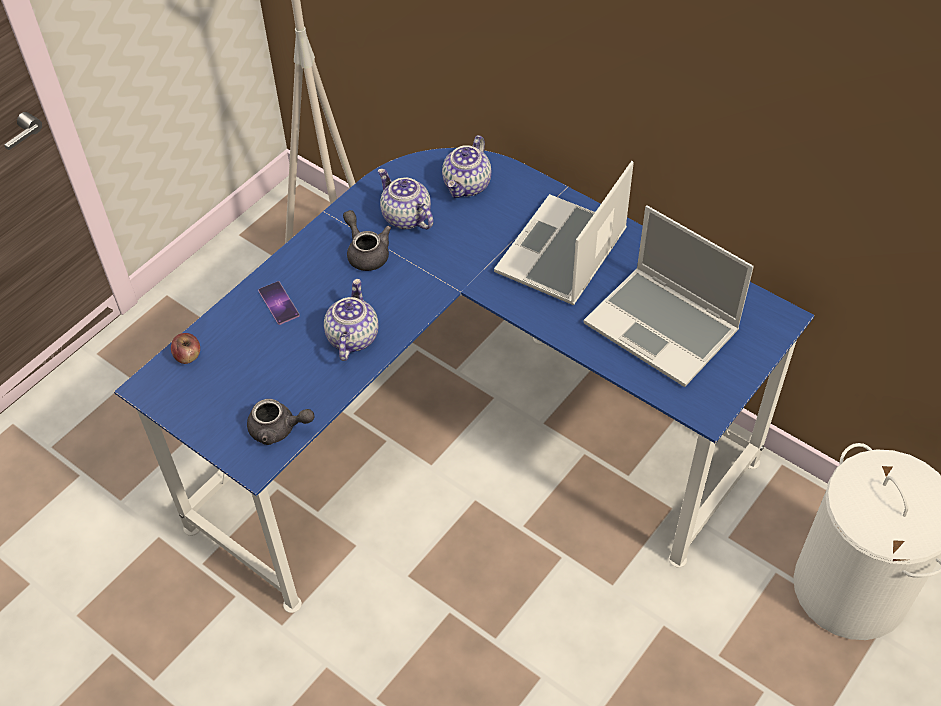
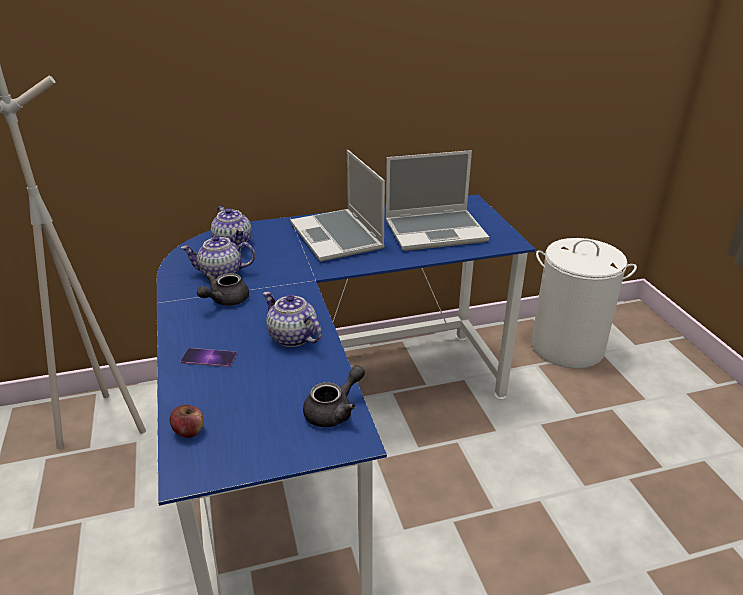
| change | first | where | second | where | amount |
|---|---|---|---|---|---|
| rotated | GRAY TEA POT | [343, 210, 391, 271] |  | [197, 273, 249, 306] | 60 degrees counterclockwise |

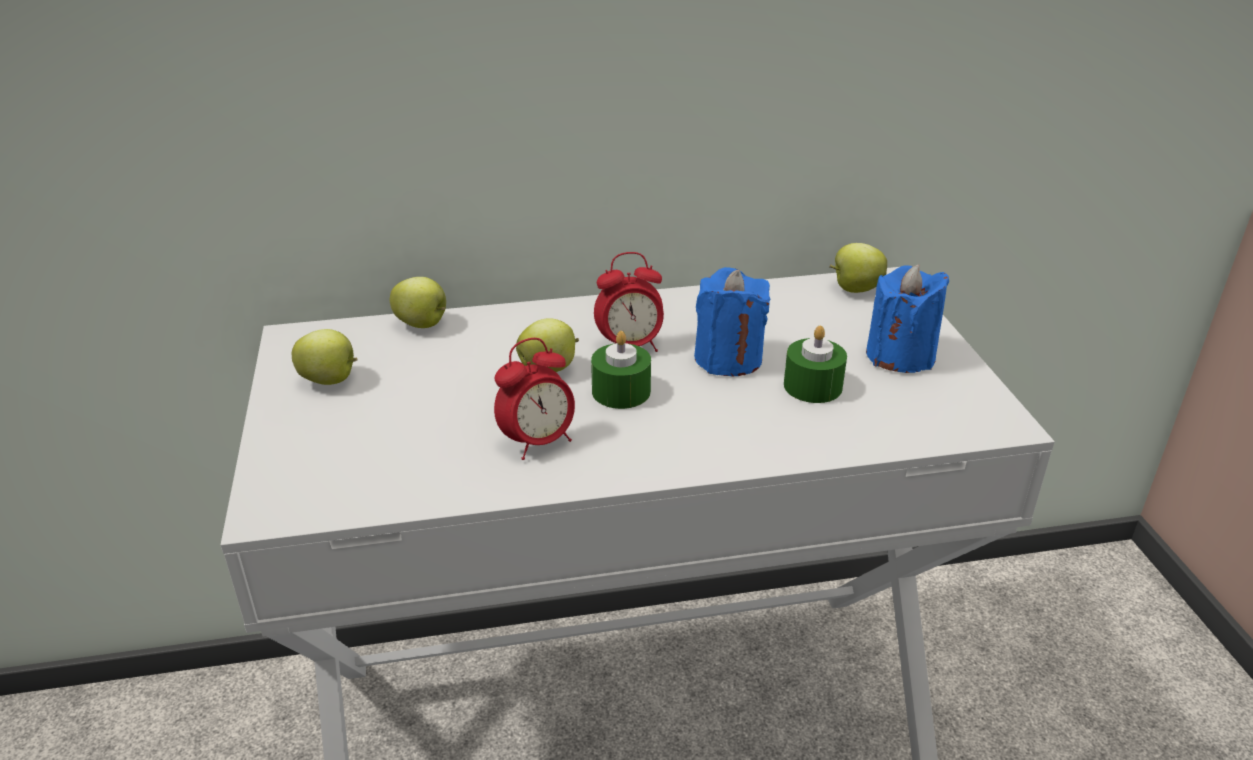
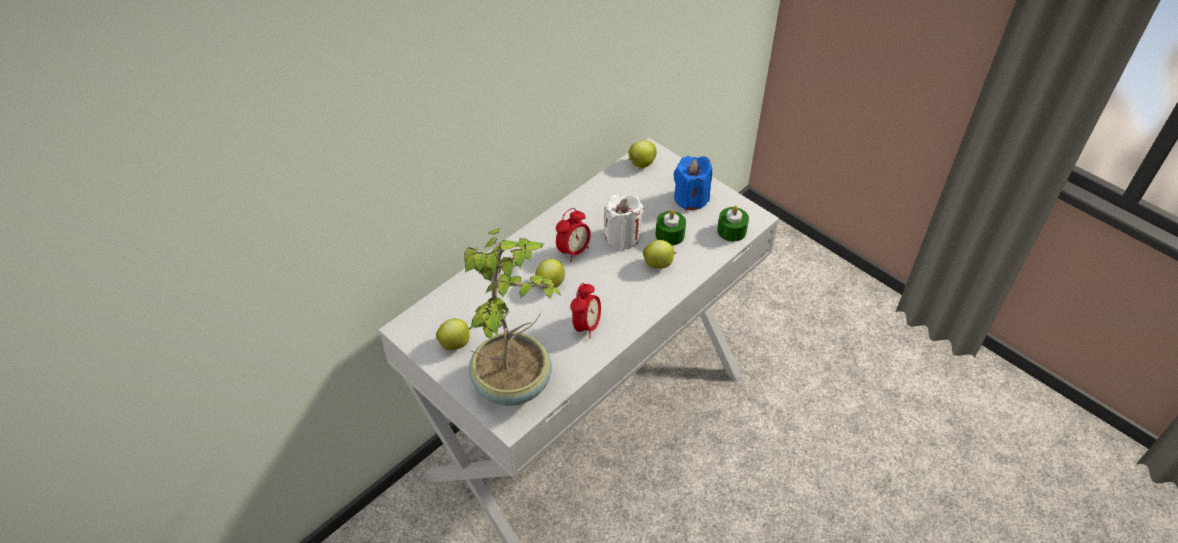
| change | first | where | second | where | amount |
|---|---|---|---|---|---|
| repainted | BLUE WAX LIGHT | [694, 267, 771, 377] | WHITE WAX LIGHT | [603, 194, 644, 250] |  |
| shifted | APPLE | [389, 277, 446, 328] |  | [643, 240, 676, 269] |  |
| shifted | GREENISH WAX LIGHT | [591, 331, 651, 409] |  | [717, 206, 749, 242] |  |
| new |  |  | HOUSEPLANT | [464, 228, 562, 406] |  |

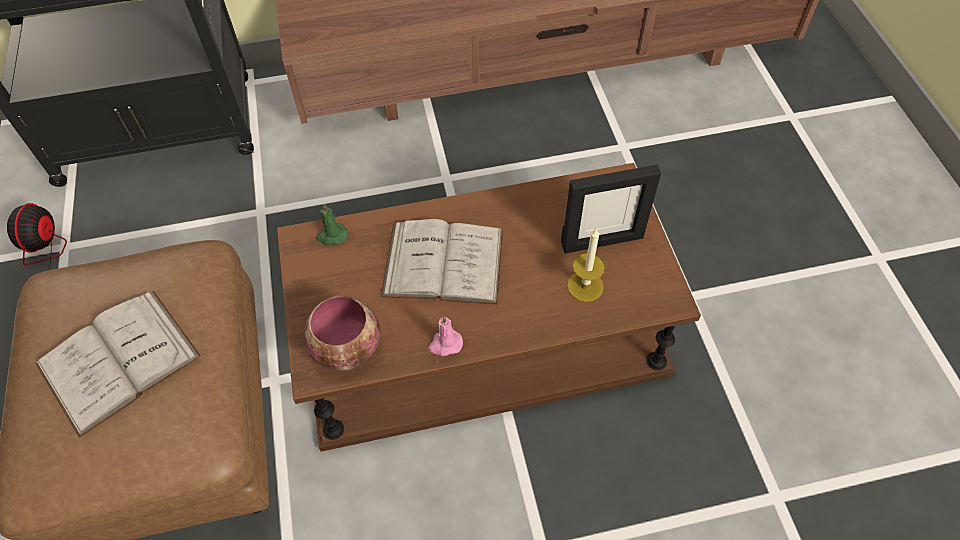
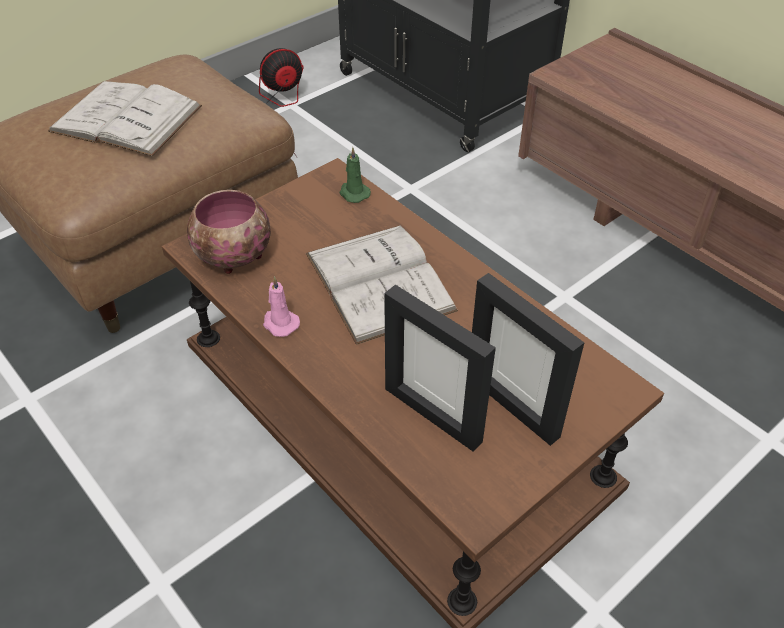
| change | first | where | second | where | amount |
|---|---|---|---|---|---|
| swapped | WAX LIGHT | [567, 229, 605, 302] | PHOTO FRAME | [384, 285, 496, 452] |  |

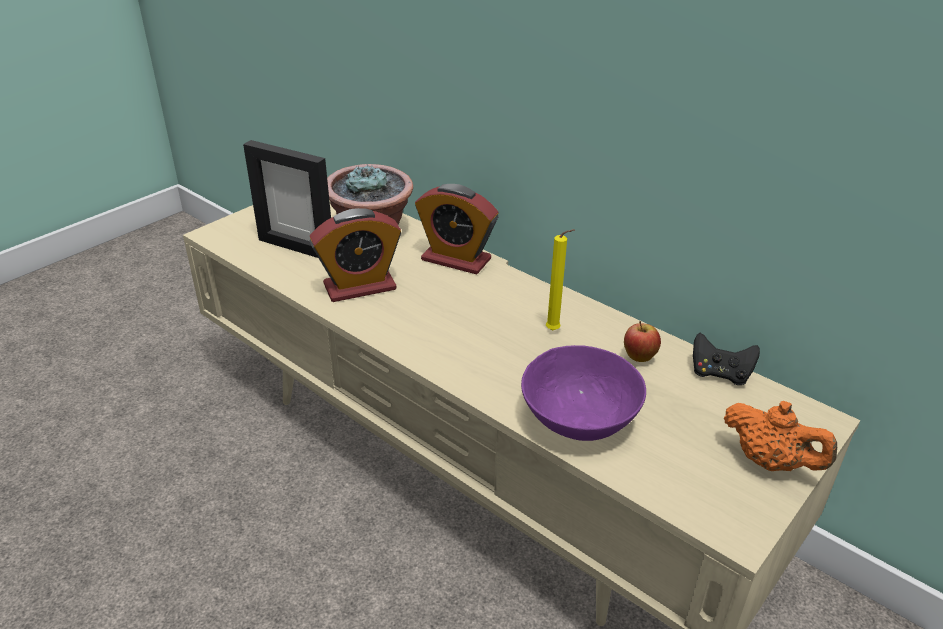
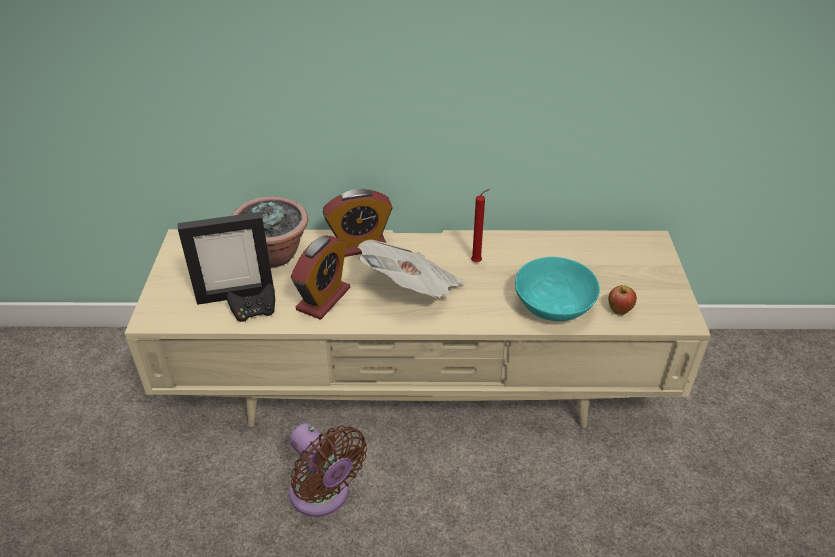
| change | first | where | second | where | amount |
|---|---|---|---|---|---|
| repainted | YELLOWISH WAX LIGHT | [546, 229, 574, 330] | REDDISH WAX LIGHT | [471, 188, 490, 263] |  |
| shifted | APPLE | [624, 321, 661, 362] |  | [608, 285, 637, 315] |  |
| shifted | BLACK-COLOURED GAMEPAD | [693, 333, 760, 385] |  | [227, 283, 275, 322] |  |
| repainted | PURPLISH BOWL | [521, 345, 646, 441] | TURQUOISE-COLOURED BOWL | [515, 257, 600, 321] |  |
| gone | ORANGE TEA POT | [724, 401, 837, 471] |  |  |  |
| new |  |  | NEWSPAPER | [358, 240, 465, 298] |  |
| new |  |  | BROWN ELECTRIC FAN | [289, 423, 367, 517] |  |

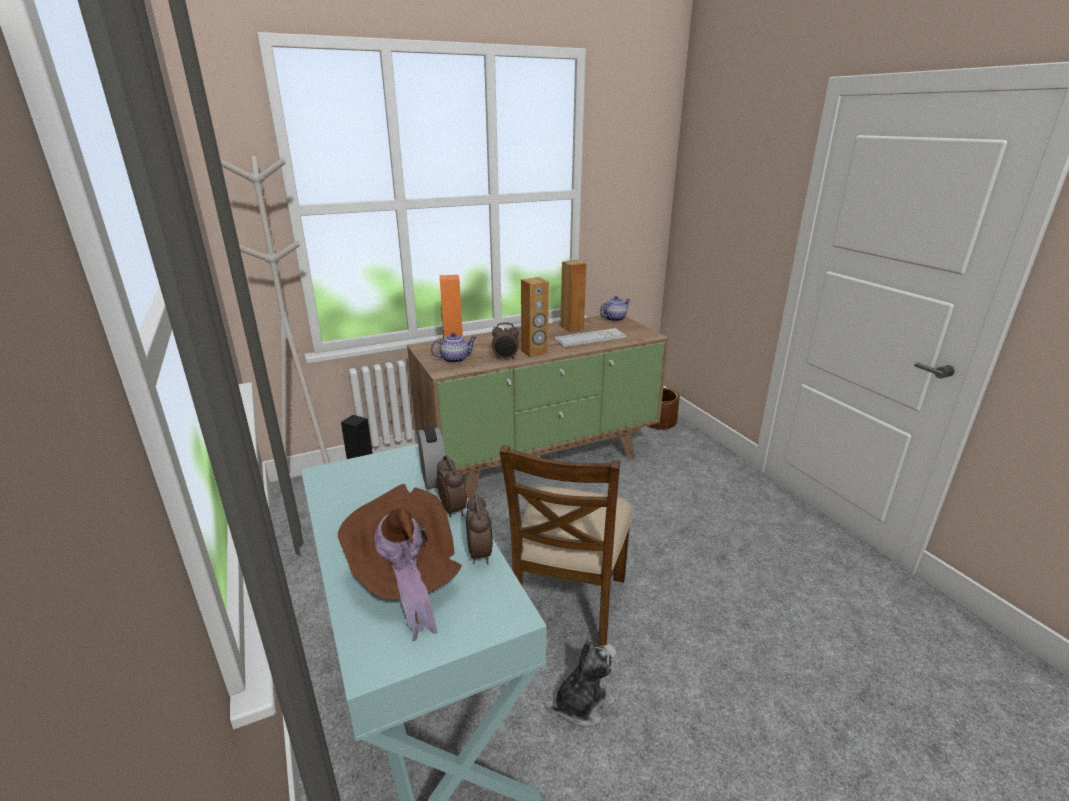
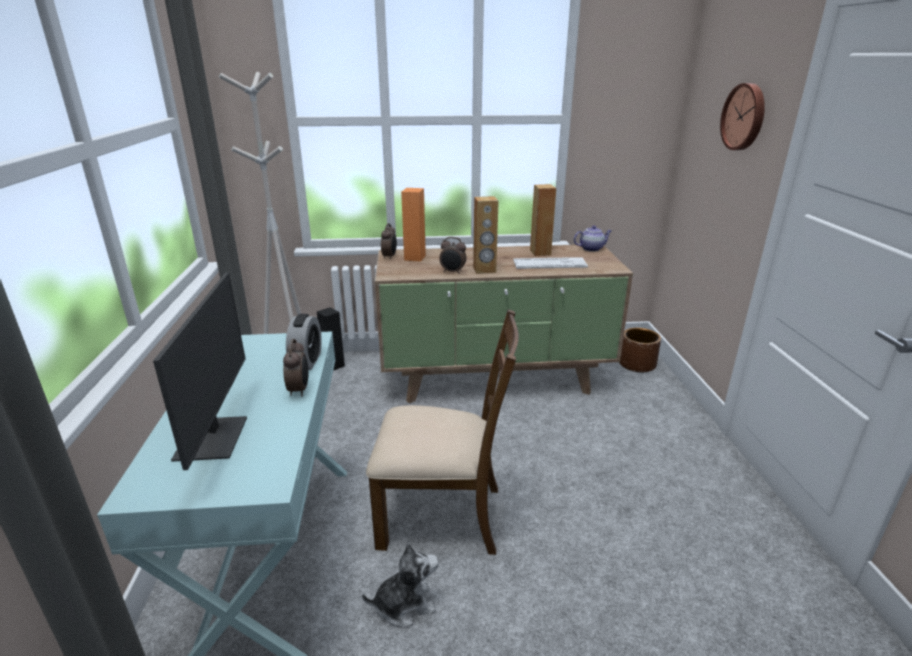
| change | first | where | second | where | amount |
|---|---|---|---|---|---|
| gone | TEA POT | [431, 333, 476, 363] |  |  |  |
| rotated | BROWN UPRIGHT CHAIR | [500, 445, 633, 646] |  | [366, 309, 519, 555] | 120 degrees counterclockwise |
| swapped | BROWN CLOTHING HAT | [338, 484, 462, 641] | COMPUTER DISPLAY | [153, 273, 247, 470] |  |
| shifted | ALARM CLOCK | [466, 494, 493, 563] |  | [381, 224, 397, 260] |  |
| new |  |  | WALL CLOCK | [720, 83, 765, 150] |  |

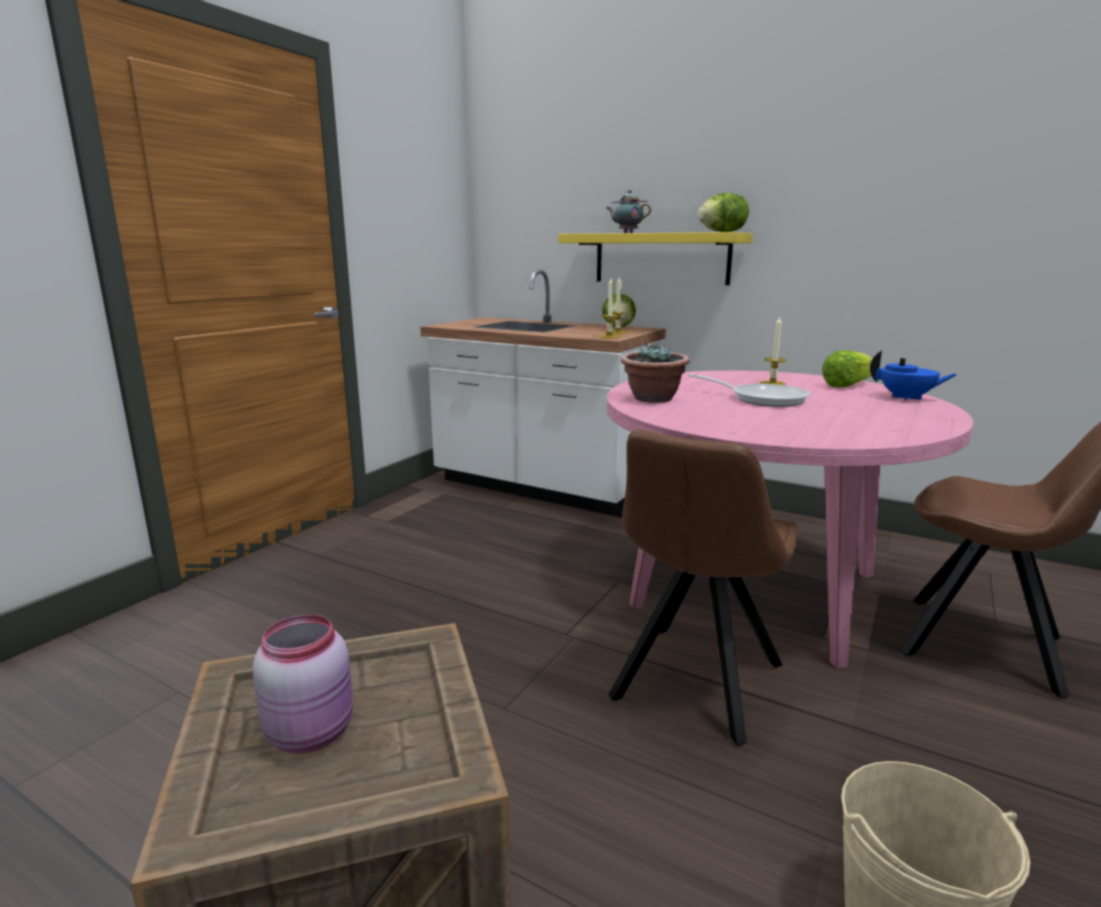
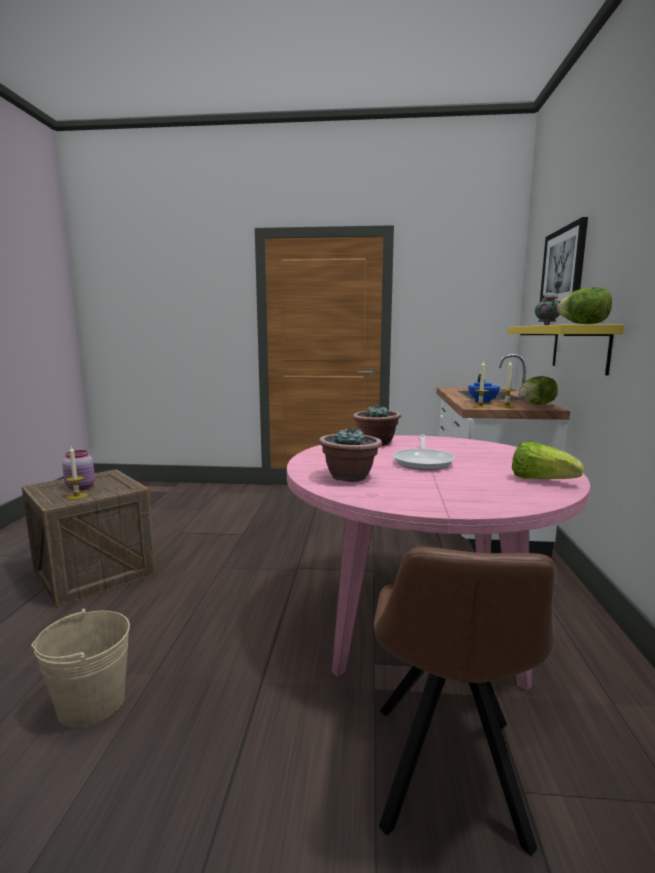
| change | first | where | second | where | amount |
|---|---|---|---|---|---|
| shifted | WAX LIGHT | [760, 317, 786, 385] |  | [66, 447, 88, 500] |  |
| shifted | BLUE TEA POT | [870, 351, 958, 401] |  | [468, 374, 500, 403] |  |
| gone | BROWN UPRIGHT CHAIR | [609, 430, 799, 746] |  |  |  |
| new |  |  | PICTURE | [540, 217, 588, 302] |  |
| new |  |  | HOUSEPLANT | [319, 427, 382, 482] |  |

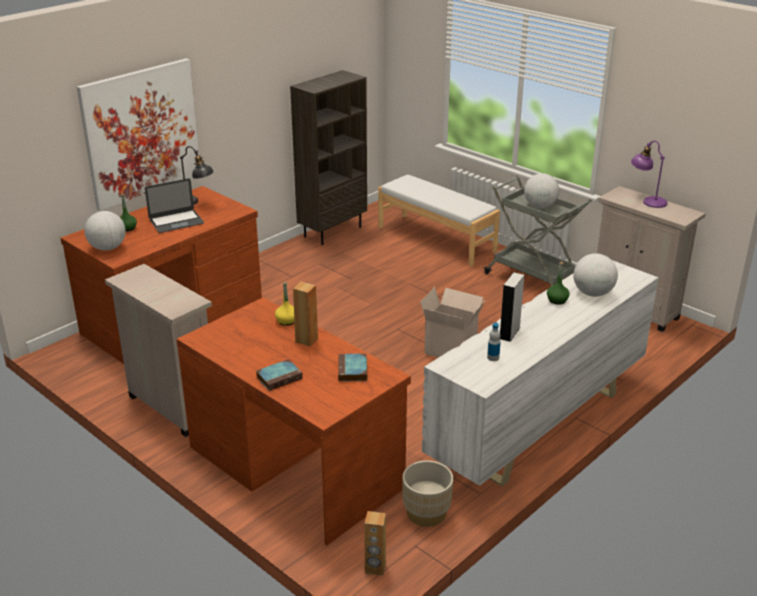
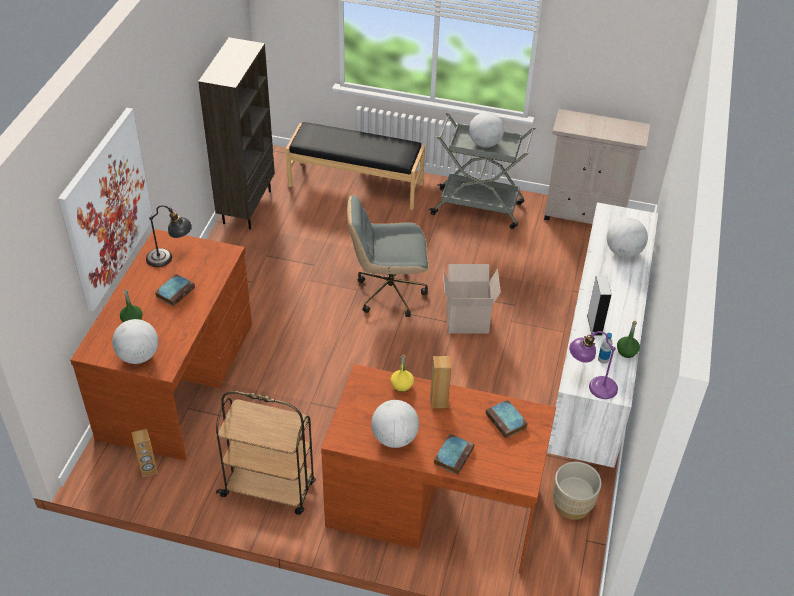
| change | first | where | second | where | amount |
|---|---|---|---|---|---|
| shifted | PURPLISH TABLE LAMP | [631, 140, 667, 208] |  | [569, 331, 618, 399] |  |
| repainted | WHITE INDOOR BENCH | [378, 175, 500, 266] | BLACK-COLOURED INDOOR BENCH | [286, 122, 425, 210] |  |
| swapped | PORTABLE COMPUTER | [145, 179, 204, 233] | BOUND BOOK | [155, 274, 195, 306] |  |
| shifted | GREENISH DRINK BOTTLE | [547, 262, 570, 305] |  | [617, 321, 640, 358] |  |
| swapped | SAND-COLOURED STORAGE CABINET | [105, 264, 212, 437] | BROWN TROLLEY | [216, 391, 316, 515] |  |
| shifted | BROWN AUDIO SPEAKER | [364, 511, 386, 576] |  | [131, 429, 158, 477] |  |
| new |  |  | GRAY OFFICE CHAIR | [347, 195, 428, 317] |  |
| new |  |  | WORLD GLOBE | [371, 400, 419, 448] |  |

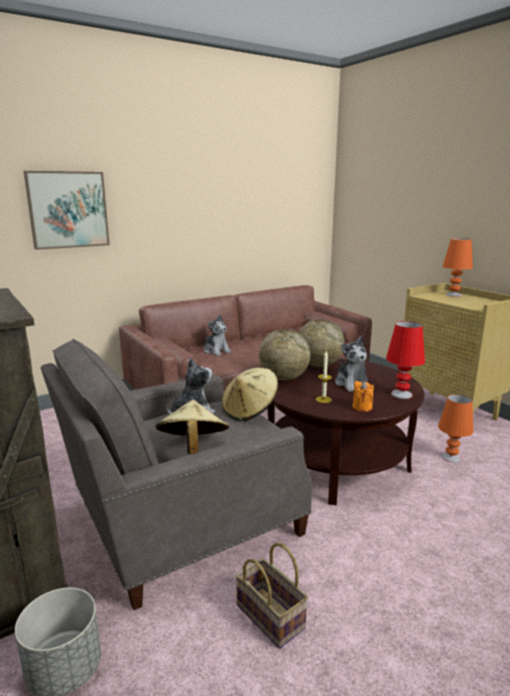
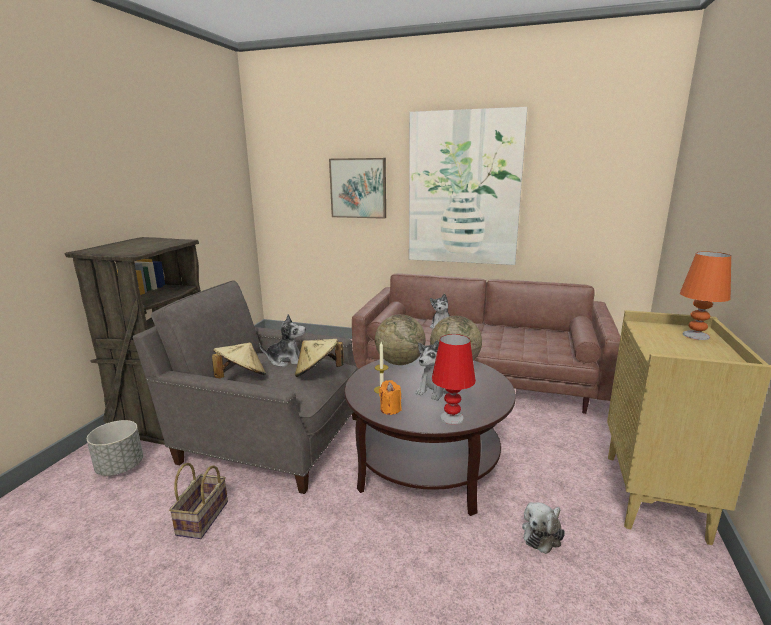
| change | first | where | second | where | amount |
|---|---|---|---|---|---|
| swapped | ORANGE TABLE LAMP | [438, 394, 474, 463] | SOFT TOY | [522, 502, 565, 554] |  |
| new |  |  | PICTURE | [409, 107, 527, 265] |  |

